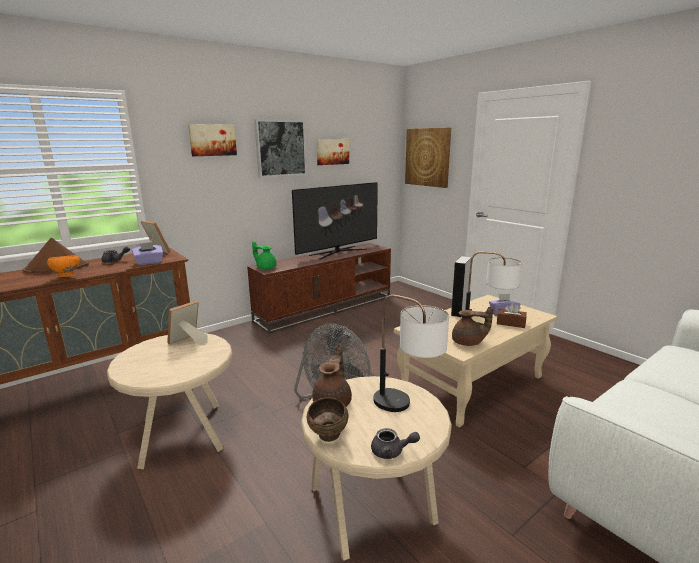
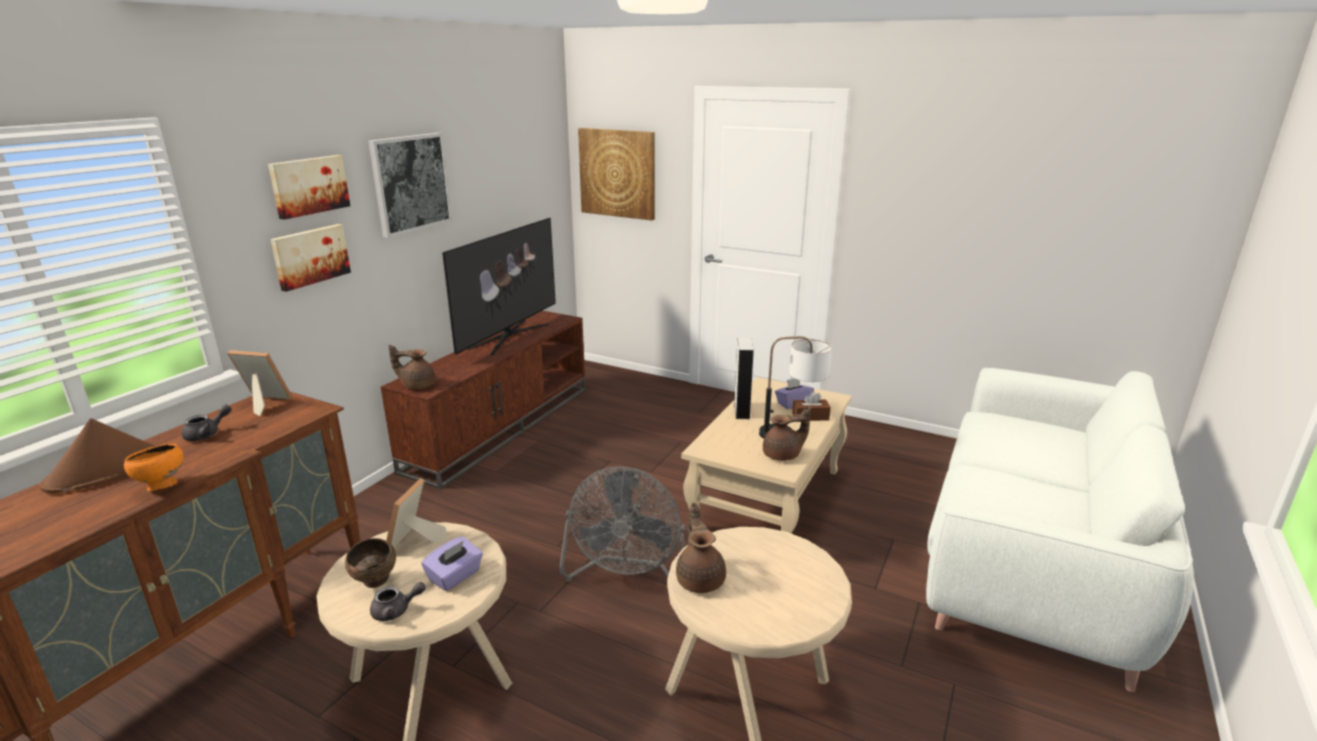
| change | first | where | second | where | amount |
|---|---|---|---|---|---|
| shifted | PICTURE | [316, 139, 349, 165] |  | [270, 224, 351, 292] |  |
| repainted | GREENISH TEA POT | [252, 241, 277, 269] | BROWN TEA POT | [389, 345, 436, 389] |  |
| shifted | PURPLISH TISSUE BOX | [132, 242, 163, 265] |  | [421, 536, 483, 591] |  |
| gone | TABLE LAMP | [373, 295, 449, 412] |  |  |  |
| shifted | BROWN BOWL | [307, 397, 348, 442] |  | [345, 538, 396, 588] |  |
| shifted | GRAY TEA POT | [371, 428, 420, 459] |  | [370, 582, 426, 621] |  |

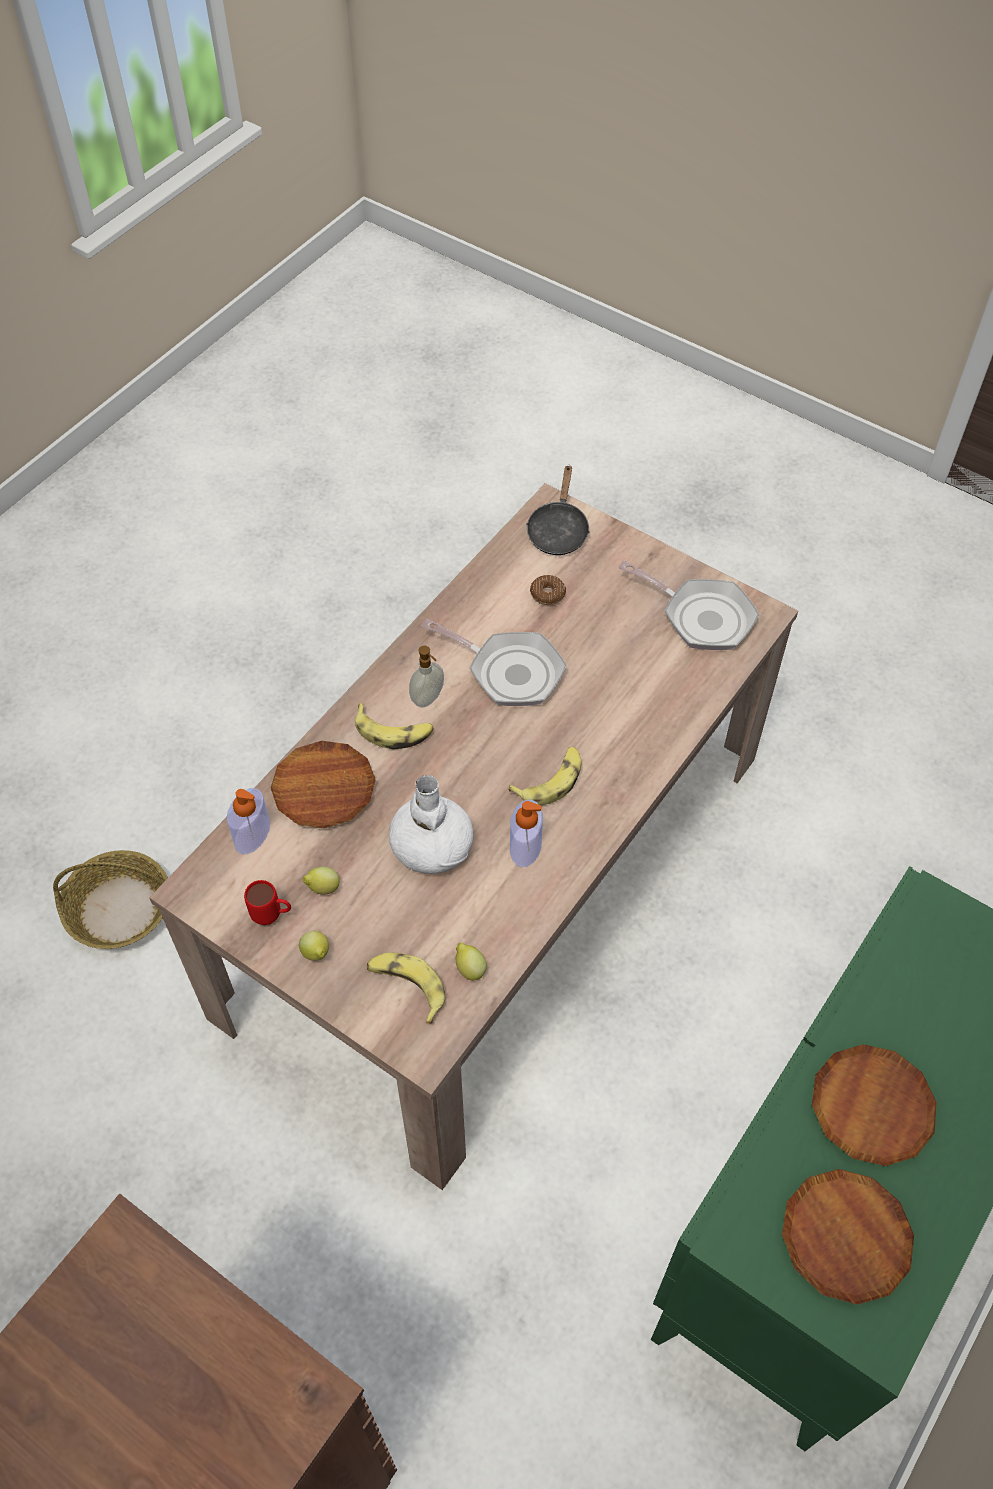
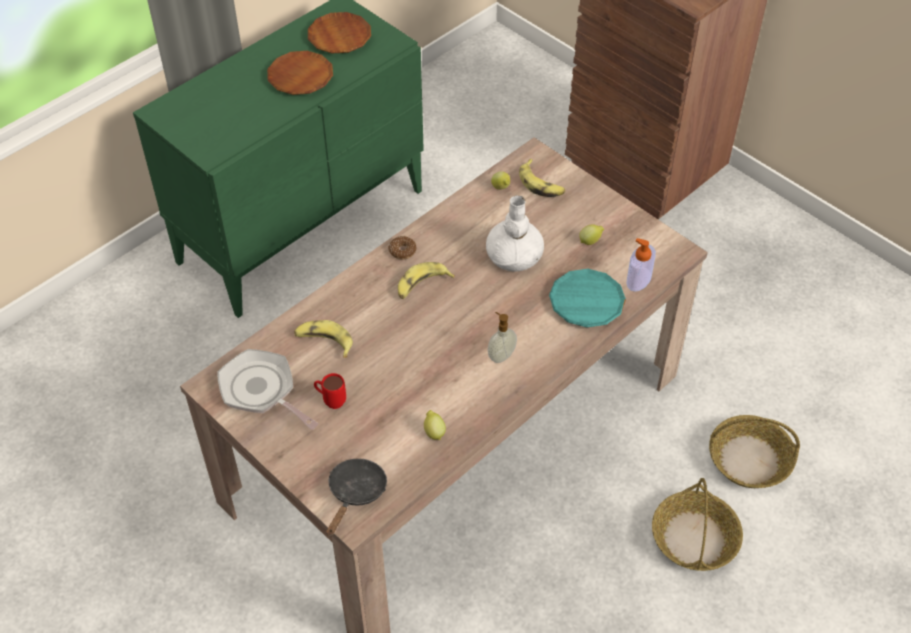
| change | first | where | second | where | amount |
|---|---|---|---|---|---|
| shifted | DOUGHNUT | [530, 575, 566, 605] |  | [388, 236, 417, 259] |  |
| gone | SKILLET | [421, 618, 567, 706] |  |  |  |
| shifted | BANANA FRUIT | [355, 703, 434, 750] |  | [294, 320, 353, 358] |  |
| repainted | BROWN PLATE | [271, 741, 376, 829] | TURQUOISE-COLOURED PLATE | [549, 269, 626, 328] |  |
| gone | LIQUID SOAP BOTTLE | [510, 799, 543, 867] |  |  |  |
| shifted | REDDISH TEA MUG | [244, 880, 291, 925] |  | [314, 373, 346, 409] |  |
| shifted | CITRUS FRUIT | [299, 931, 329, 961] |  | [424, 410, 446, 440] |  |
| new |  |  | BASKET | [652, 478, 743, 571] |  |

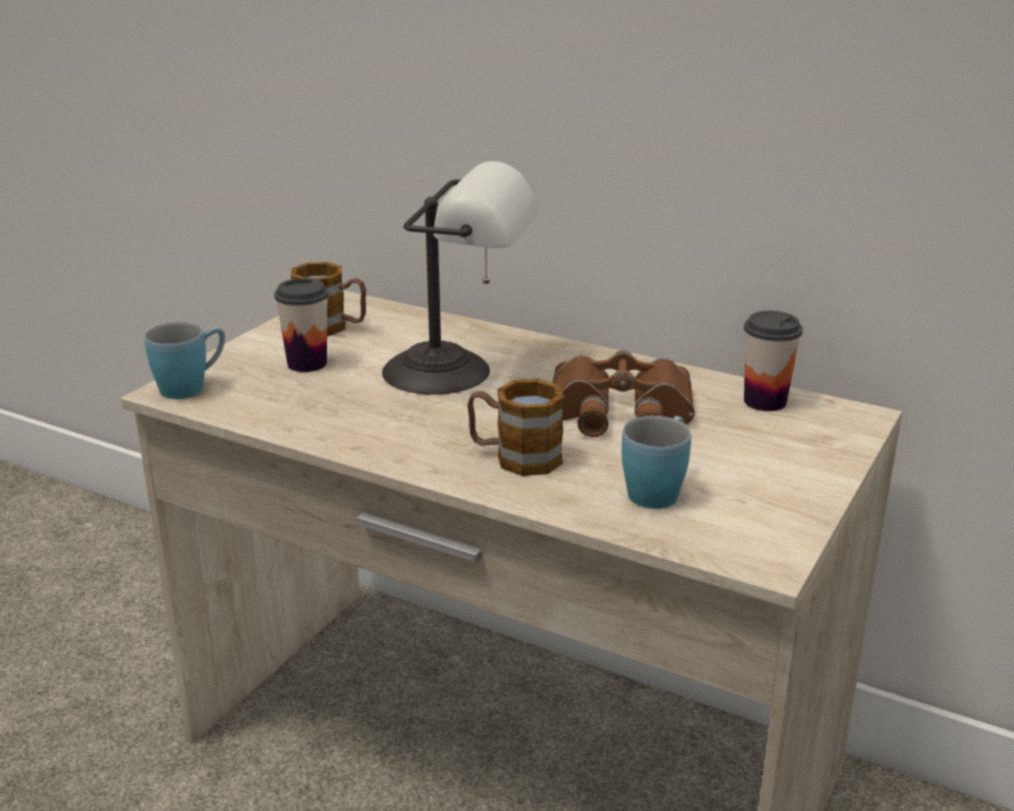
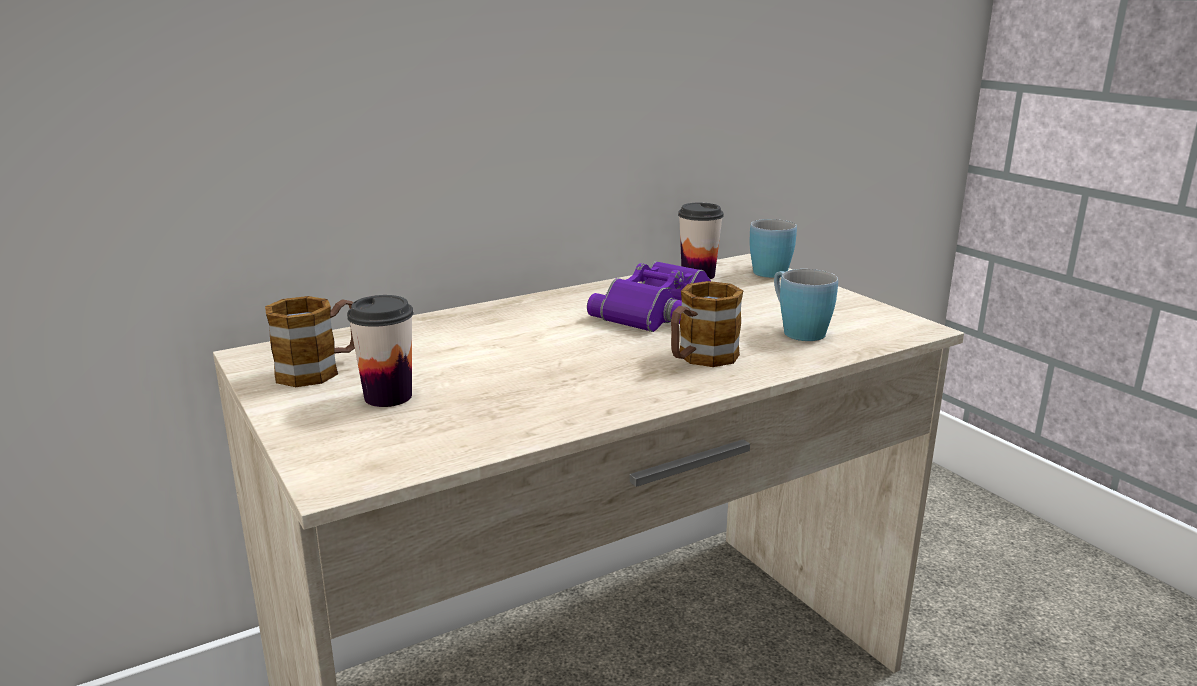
| change | first | where | second | where | amount |
|---|---|---|---|---|---|
| gone | TABLE LAMP | [382, 161, 538, 395] |  |  |  |
| shifted | BLUE TEA MUG | [144, 322, 225, 399] |  | [749, 219, 797, 278] |  |
| repainted | BROWN BINOCULARS | [552, 350, 695, 437] | PURPLISH BINOCULARS | [587, 261, 711, 332] |  |

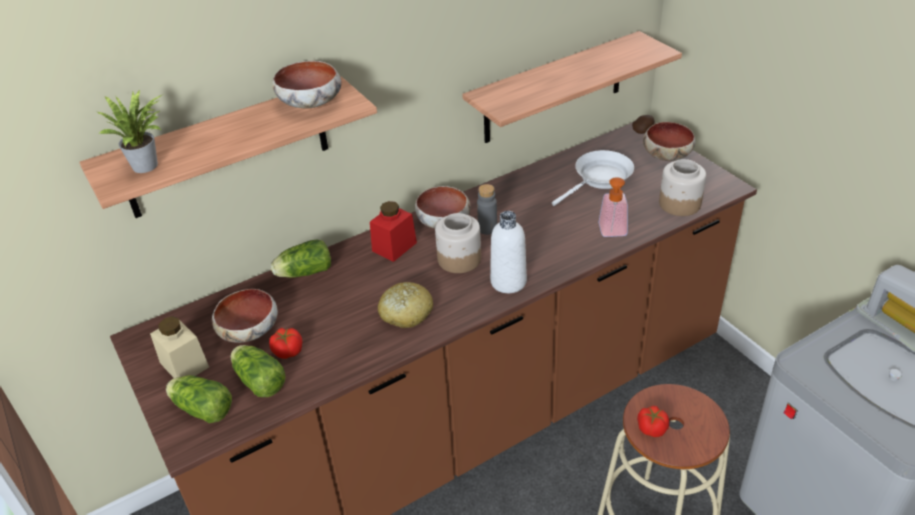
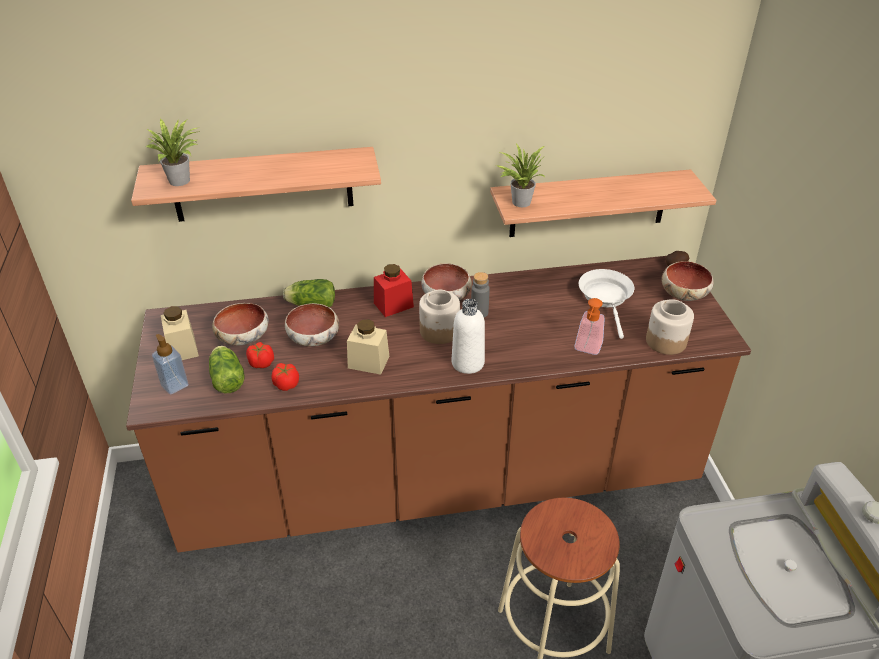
| change | first | where | second | where | amount |
|---|---|---|---|---|---|
| shifted | BOWL | [272, 61, 341, 109] |  | [285, 303, 339, 347] |  |
| rotated | WHITE SKILLET | [552, 150, 634, 206] |  | [579, 269, 634, 339] | 75 degrees counterclockwise |
| swapped | BREAD | [378, 282, 433, 328] | SAND-COLOURED JAR | [347, 319, 389, 375] |  |
| swapped | LETTUCE HEAD | [166, 375, 232, 423] | LIQUID SOAP BOTTLE | [152, 334, 189, 394] |  |
| shifted | TOMATO | [637, 406, 669, 437] |  | [271, 363, 299, 391] |  |
| new |  |  | HOUSEPLANT | [496, 143, 545, 207] |  |

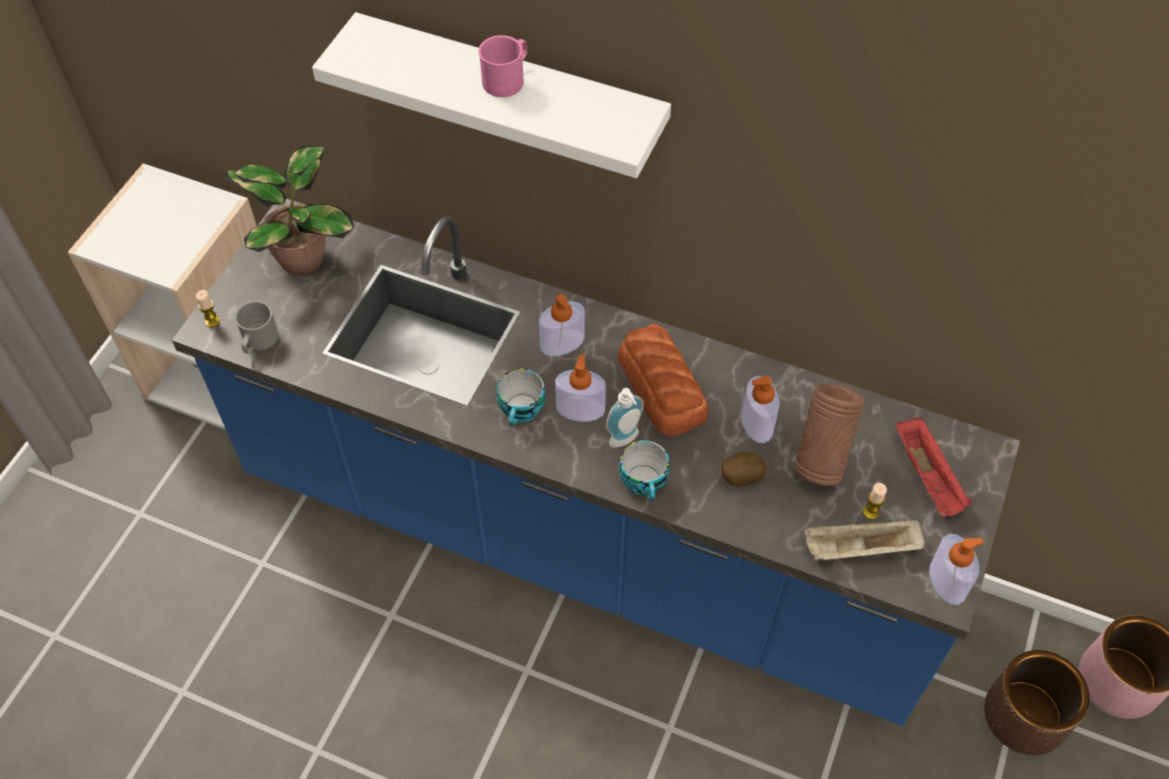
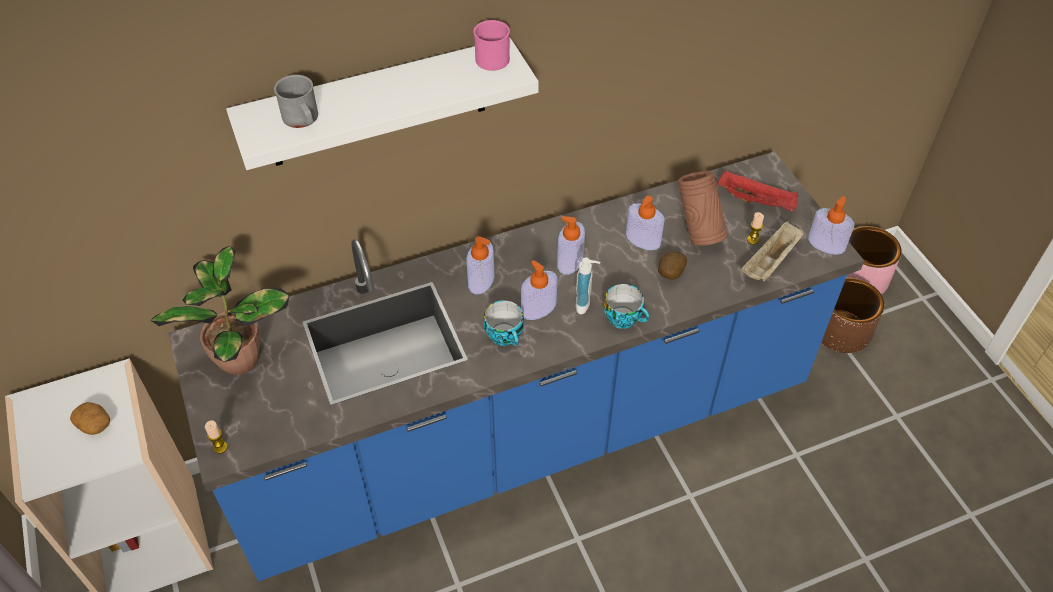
| change | first | where | second | where | amount |
|---|---|---|---|---|---|
| shifted | PINK-COLOURED TEA MUG | [478, 35, 527, 97] |  | [473, 20, 510, 71] |  |
| shifted | GRAY TEA MUG | [235, 301, 278, 354] |  | [274, 75, 318, 128] |  |
| swapped | BREAD | [618, 324, 708, 436] | LIQUID SOAP BOTTLE | [557, 216, 585, 275] |  |
| new |  |  | WHOLE POTATO | [70, 402, 110, 435] |  |

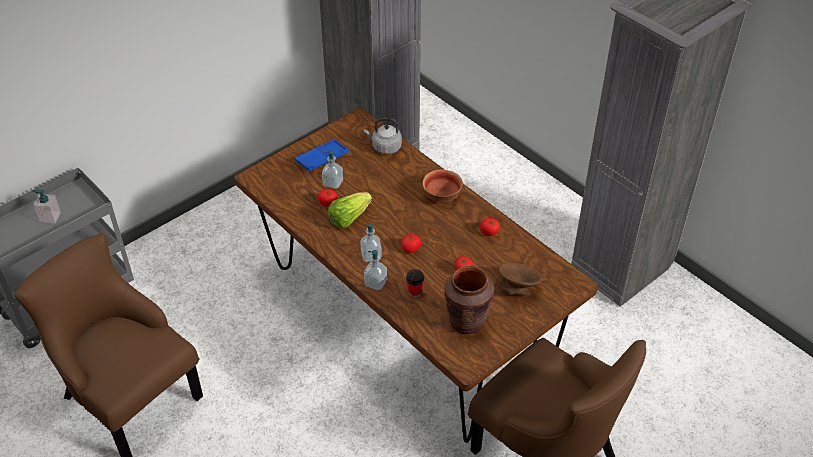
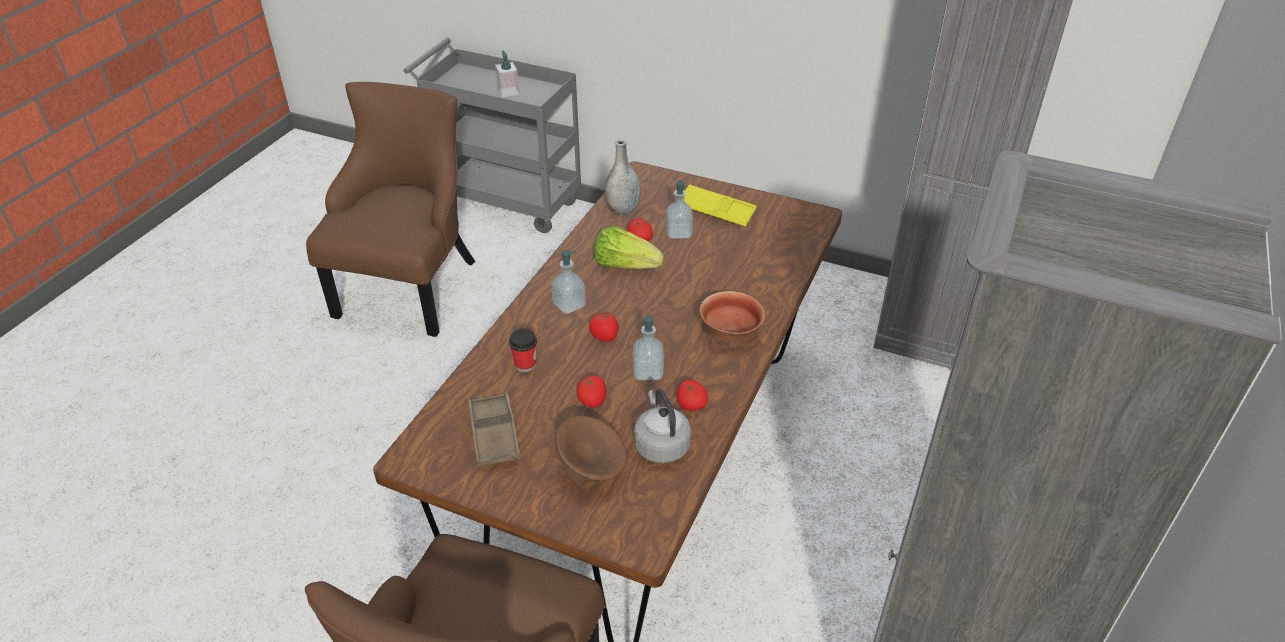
| change | first | where | second | where | amount |
|---|---|---|---|---|---|
| shifted | GRAY KETTLE | [364, 118, 402, 154] |  | [634, 389, 691, 463] |  |
| repainted | BLUE CARRYING TRAY | [295, 139, 349, 171] | YELLOWISH CARRYING TRAY | [684, 184, 756, 226] |  |
| shifted | LIQUID SOAP BOTTLE | [364, 250, 387, 290] |  | [633, 314, 664, 380] |  |
| swapped | BROWN VASE | [444, 266, 495, 334] | BROWN CARRYING TRAY | [468, 393, 521, 467] |  |
| new |  |  | GRAY VASE | [605, 139, 640, 215] |  |

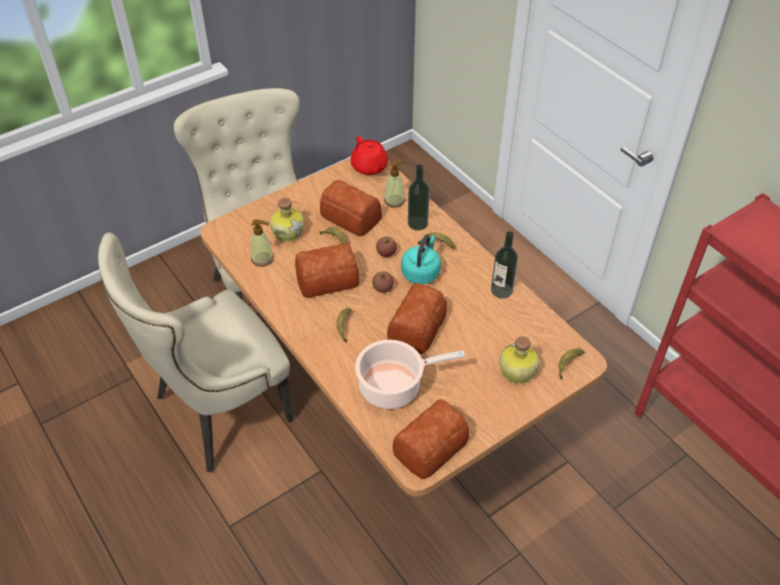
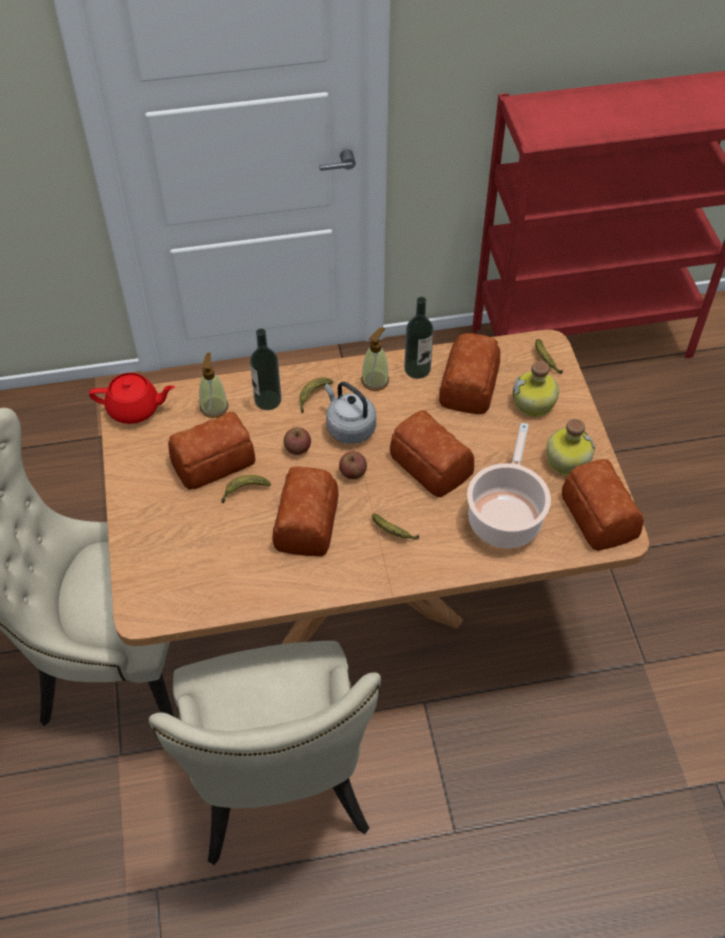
| change | first | where | second | where | amount |
|---|---|---|---|---|---|
| shifted | DRINK BOTTLE | [270, 198, 305, 242] |  | [546, 419, 595, 476] |  |
| shifted | LIQUID SOAP BOTTLE | [251, 219, 273, 267] |  | [361, 327, 389, 391] |  |
| repainted | TURQUOISE-COLOURED KETTLE | [401, 235, 441, 284] | GRAY KETTLE | [324, 382, 376, 444] |  |
| new |  |  | BREAD | [439, 333, 500, 414] |  |

